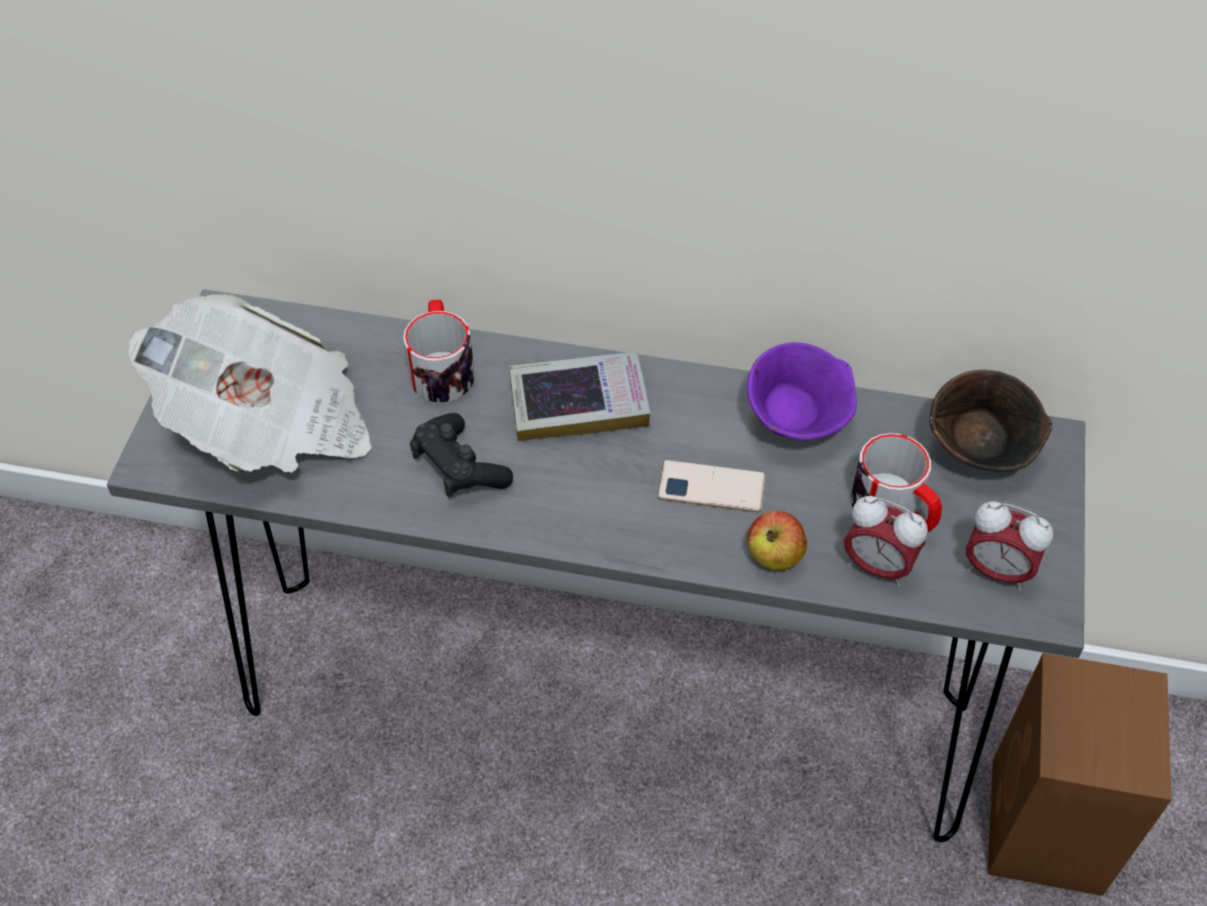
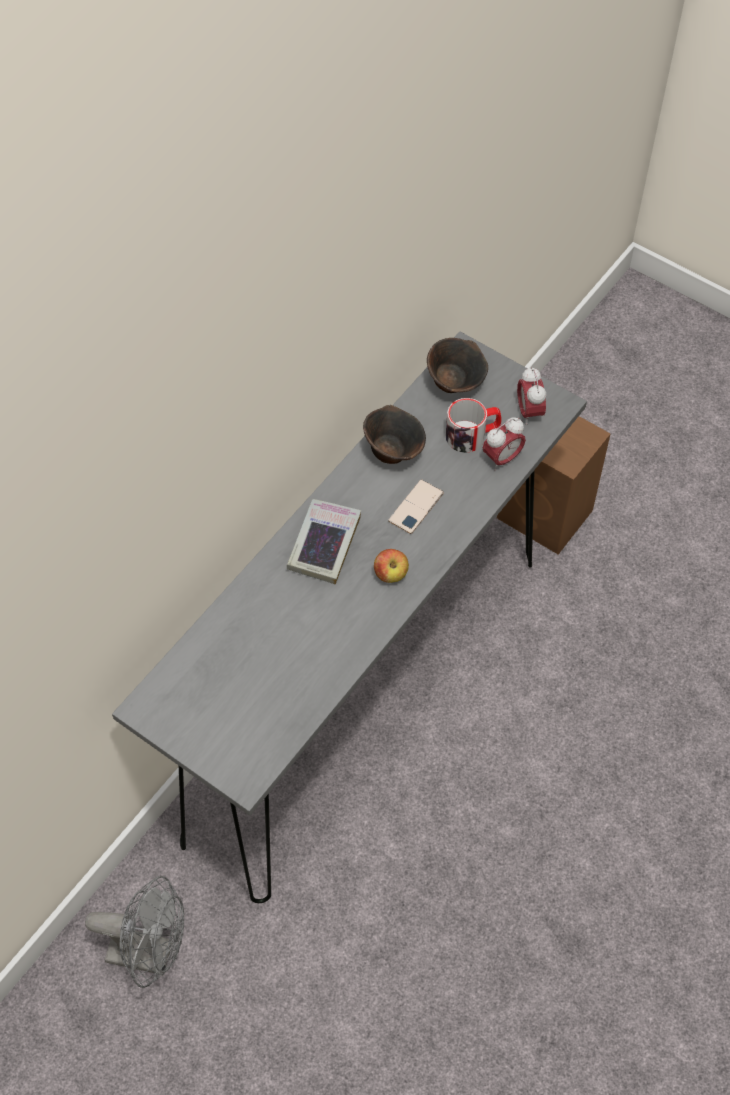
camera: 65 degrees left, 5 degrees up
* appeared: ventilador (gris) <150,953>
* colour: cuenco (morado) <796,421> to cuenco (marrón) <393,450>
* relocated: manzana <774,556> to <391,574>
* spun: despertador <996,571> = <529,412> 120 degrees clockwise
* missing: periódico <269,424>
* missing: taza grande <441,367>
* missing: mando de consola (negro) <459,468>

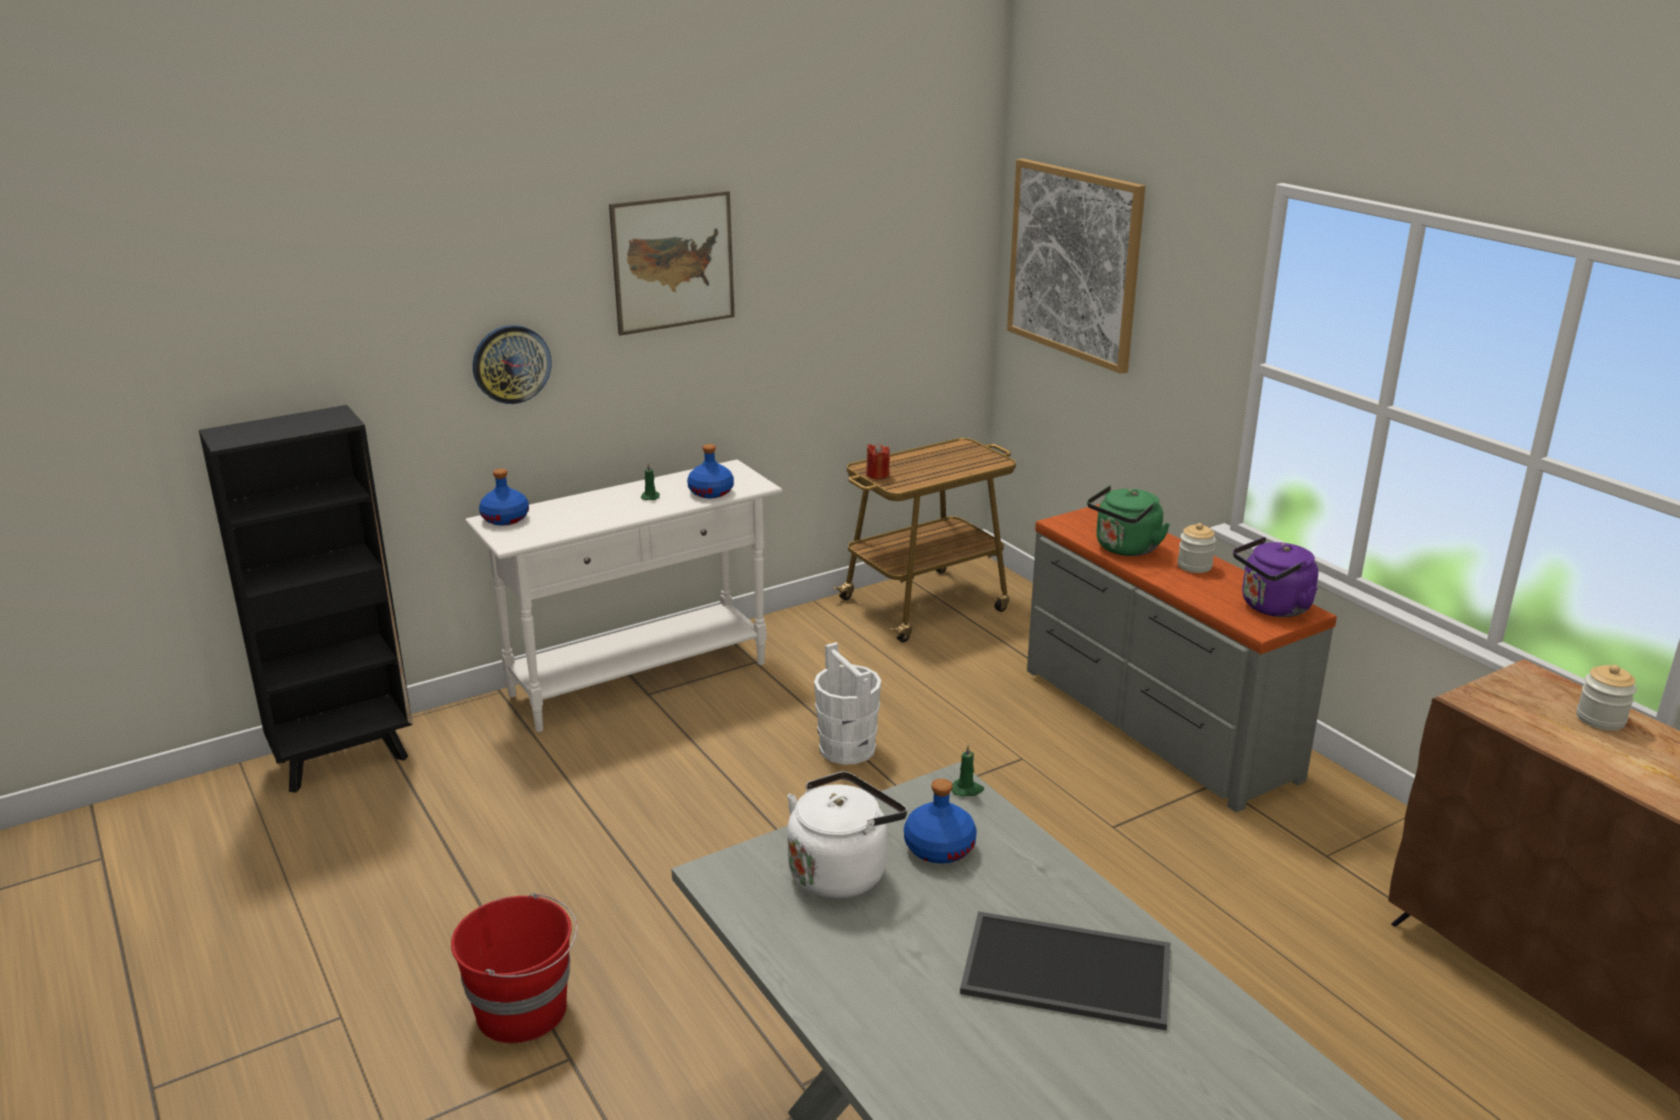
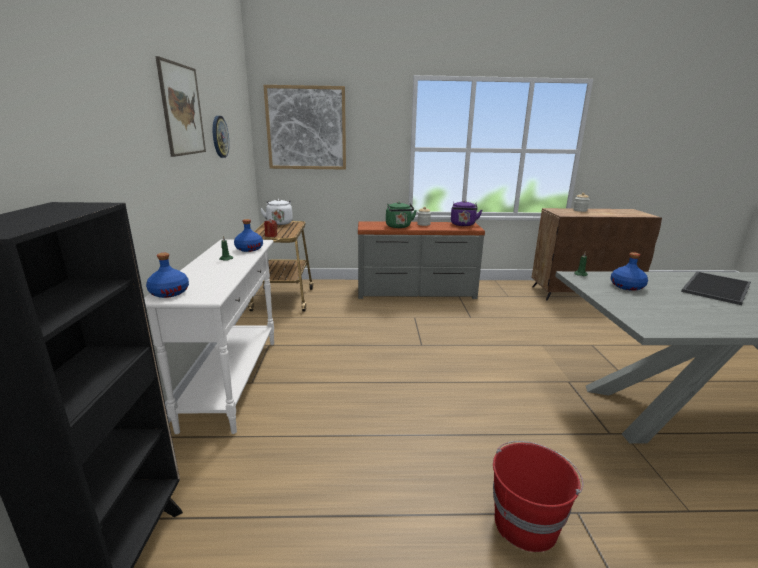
camera: 60 degrees left, 5 degrees down
* relocated: reloj de pared <511,364> to <219,137>
* relocated: hervidor (blanco) <841,871> to <279,223>
* missing: cubo (blanco) <847,749>

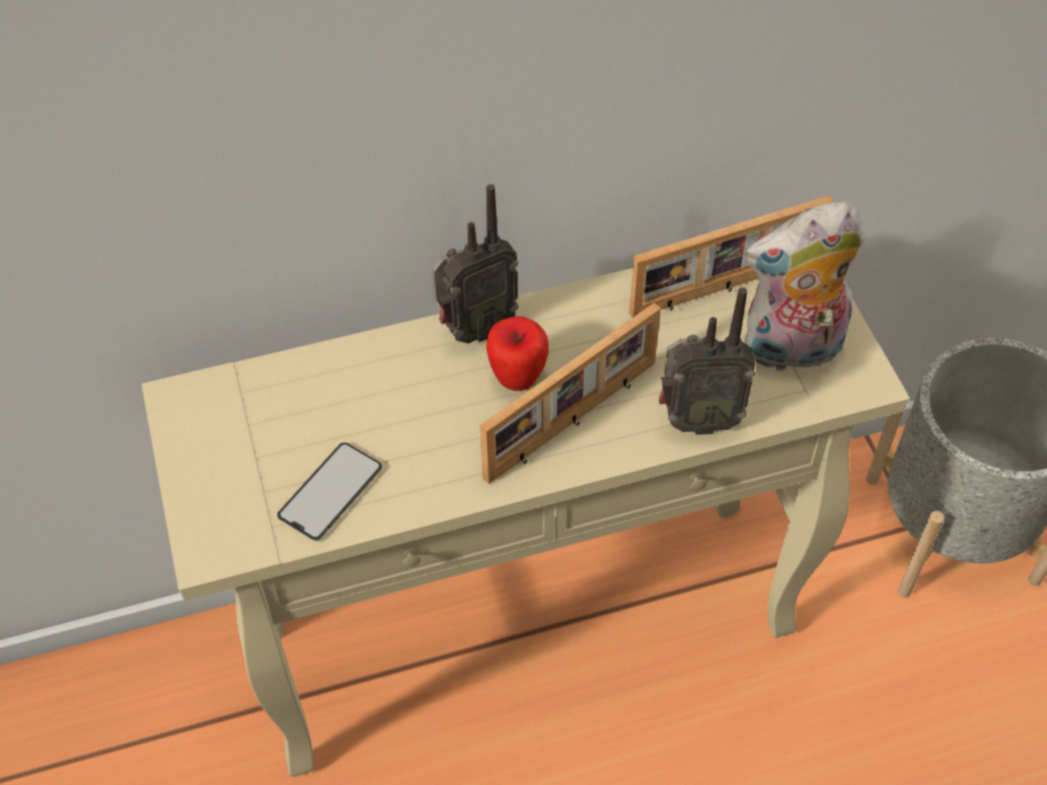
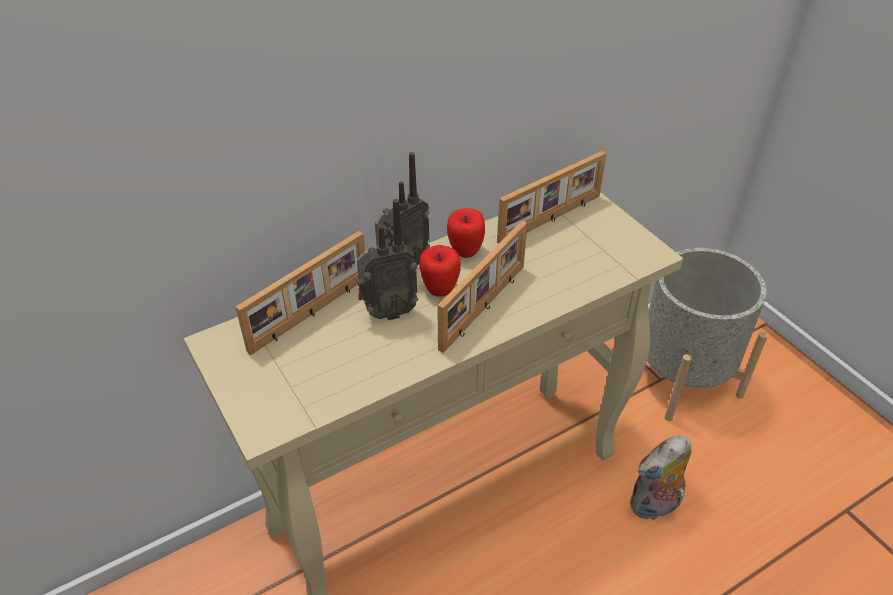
camera: 15 degrees left, 10 degrees down
* appeared: portarretratos <311,314>
* relocated: radio <697,420> to <387,312>
* appeared: manzana <465,251>
* relocated: peluche <791,350> to <654,506>
* missing: móvil <330,492>

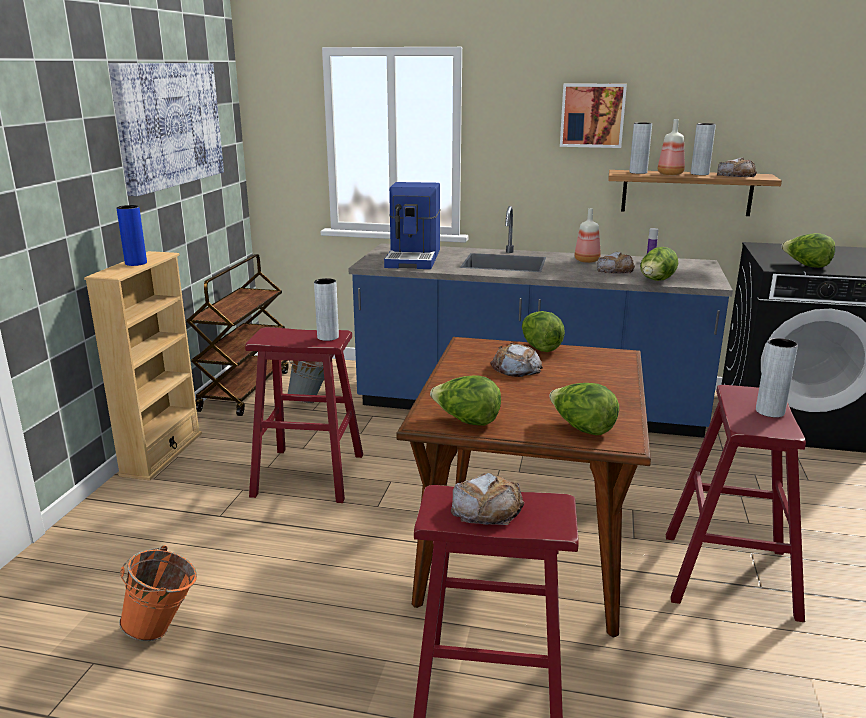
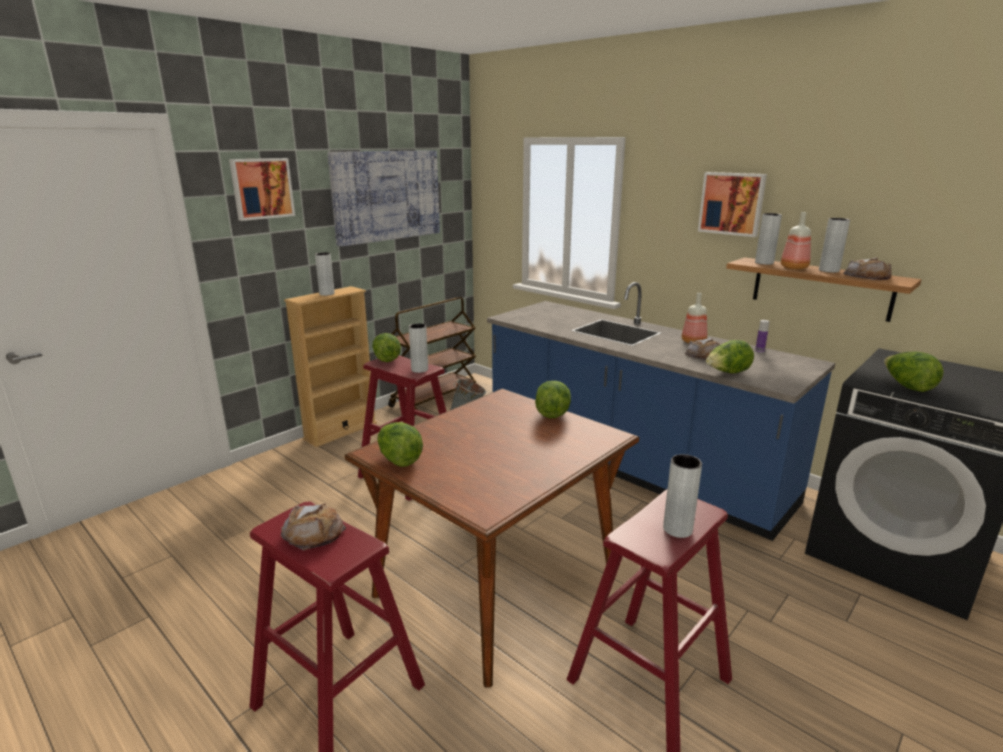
camera: 30 degrees right, 0 degrees up
* appeared: cuadro <261,188>
* colour: florero (azul) <136,263> to florero (gris) <327,294>
* relocated: lechuga <582,428> to <387,359>
* missing: cubo (naranja) <164,628>
* missing: cafetera <414,258>
* missing: pan <516,368>

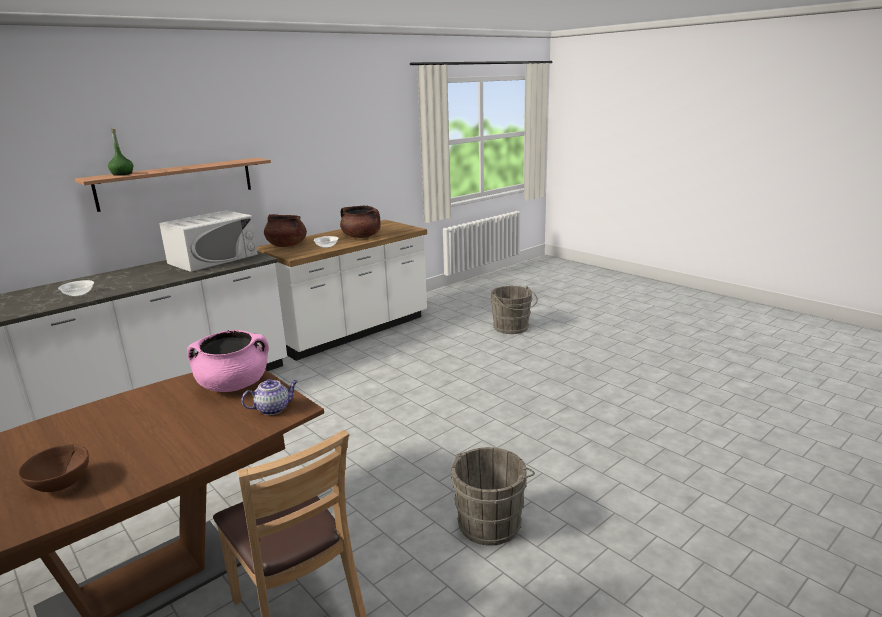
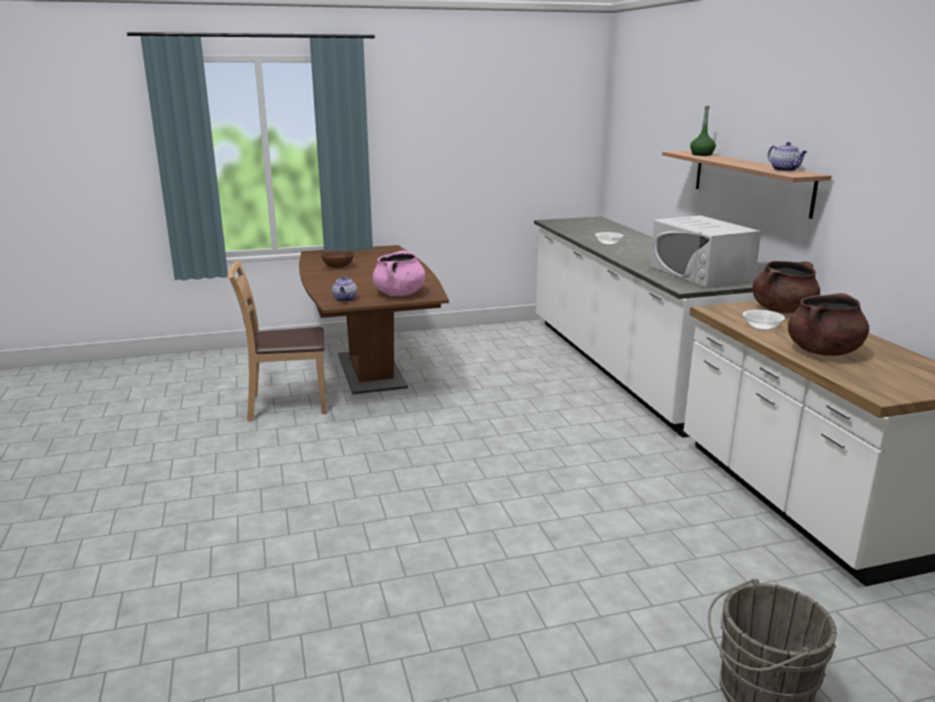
camera: 115 degrees right, 0 degrees up
* appeared: tetera <785,170>
* missing: cubo (gris) <491,521>

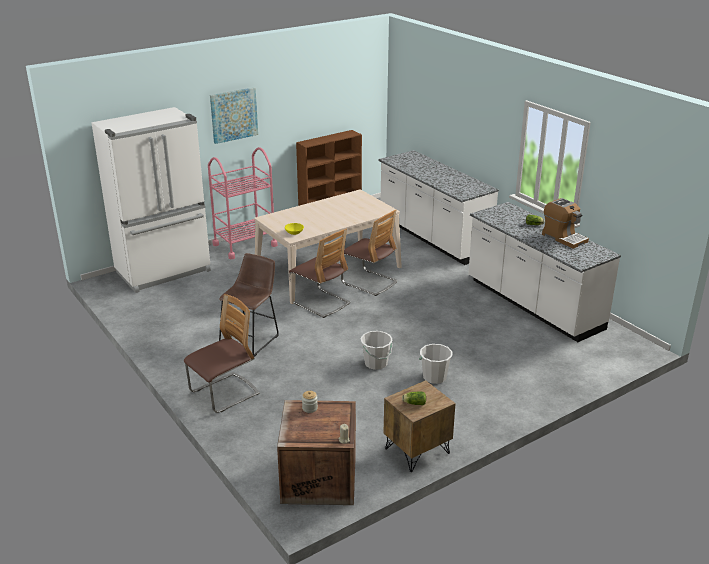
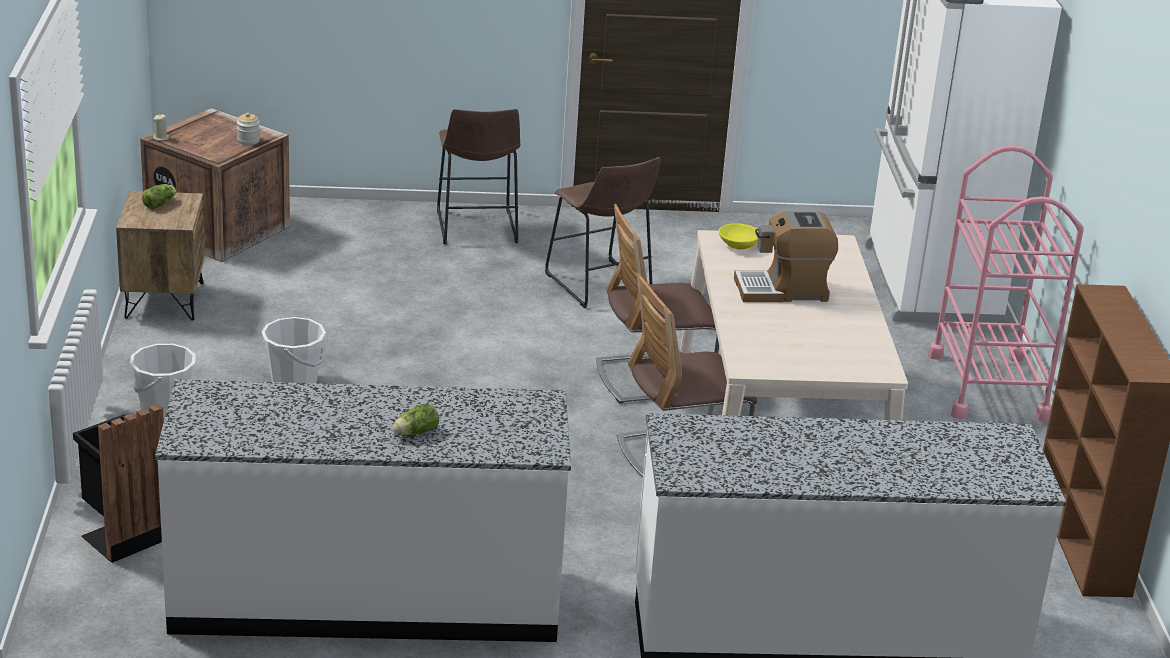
camera: 120 degrees right, 0 degrees up
* appeared: papelera (negro) <122,535>
* relocated: cubo (blanco) <376,363> to <165,410>
* exchanged: silla <224,394> to taburete (marrón) <476,229>
* relocated: cafetera <563,238> to <783,290>
* missing: cuadro <234,115>

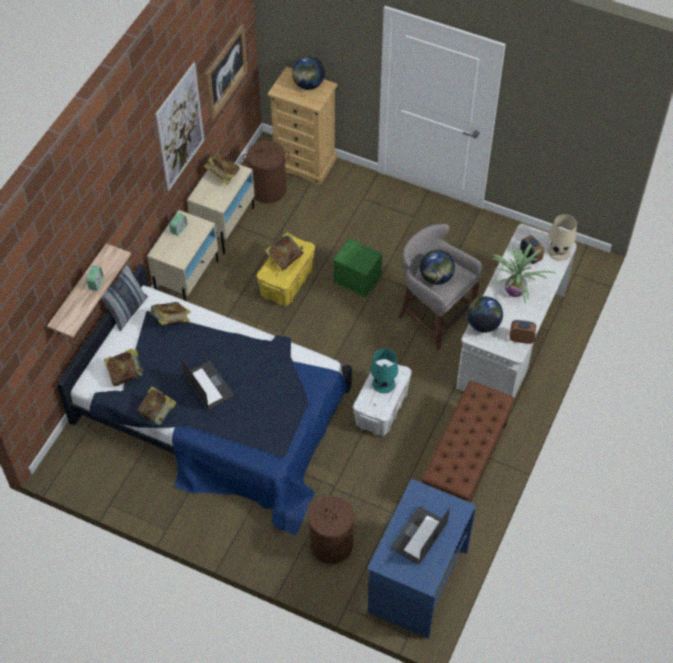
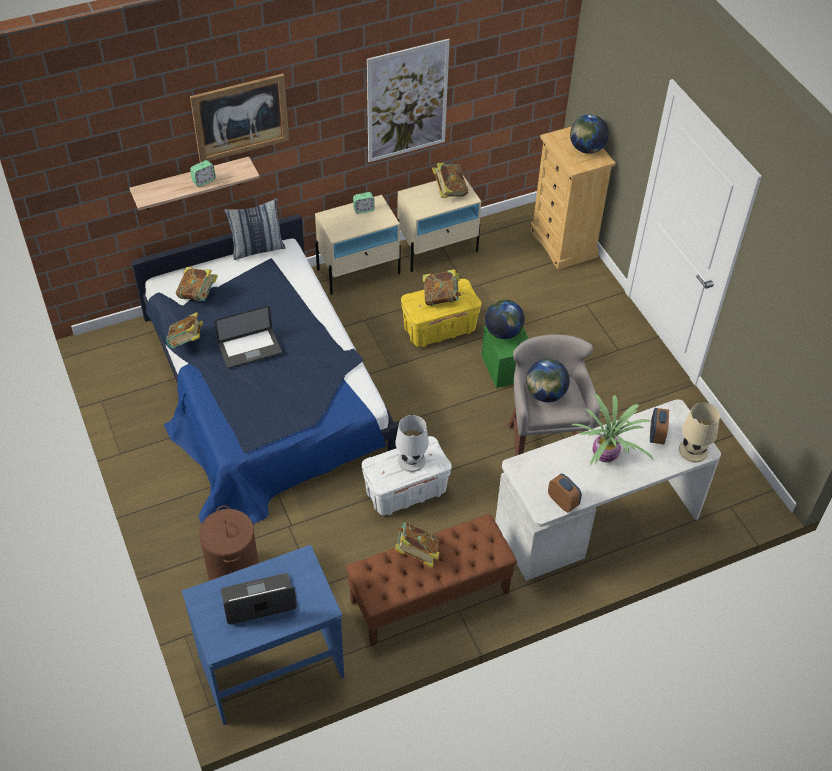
camera: 40 degrees right, 5 degrees down
* relocated: cuadro <226,72> to <240,118>
* spun: portátil <209,386> = <250,349> 60 degrees clockwise
* colour: lámpara de mesa (turquesa) <383,383> to lámpara de mesa (blanco) <411,460>
* relocated: libro <171,321> to <417,553>
* relocated: globo terráqueo <483,324> to <503,332>
* missing: cesto de la ropa (marrón) <268,189>

